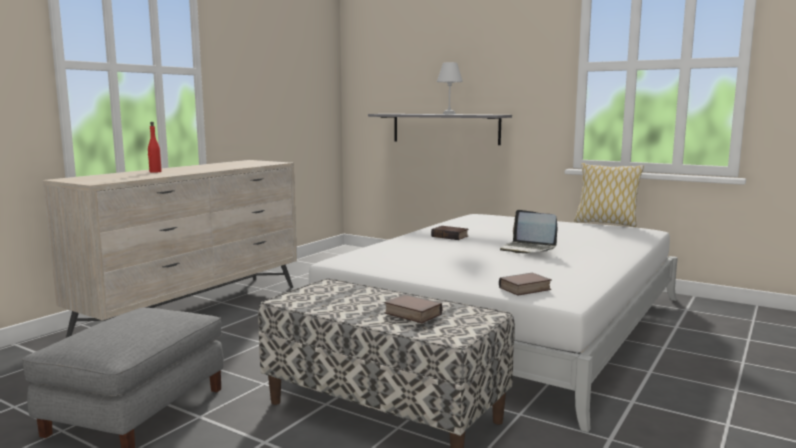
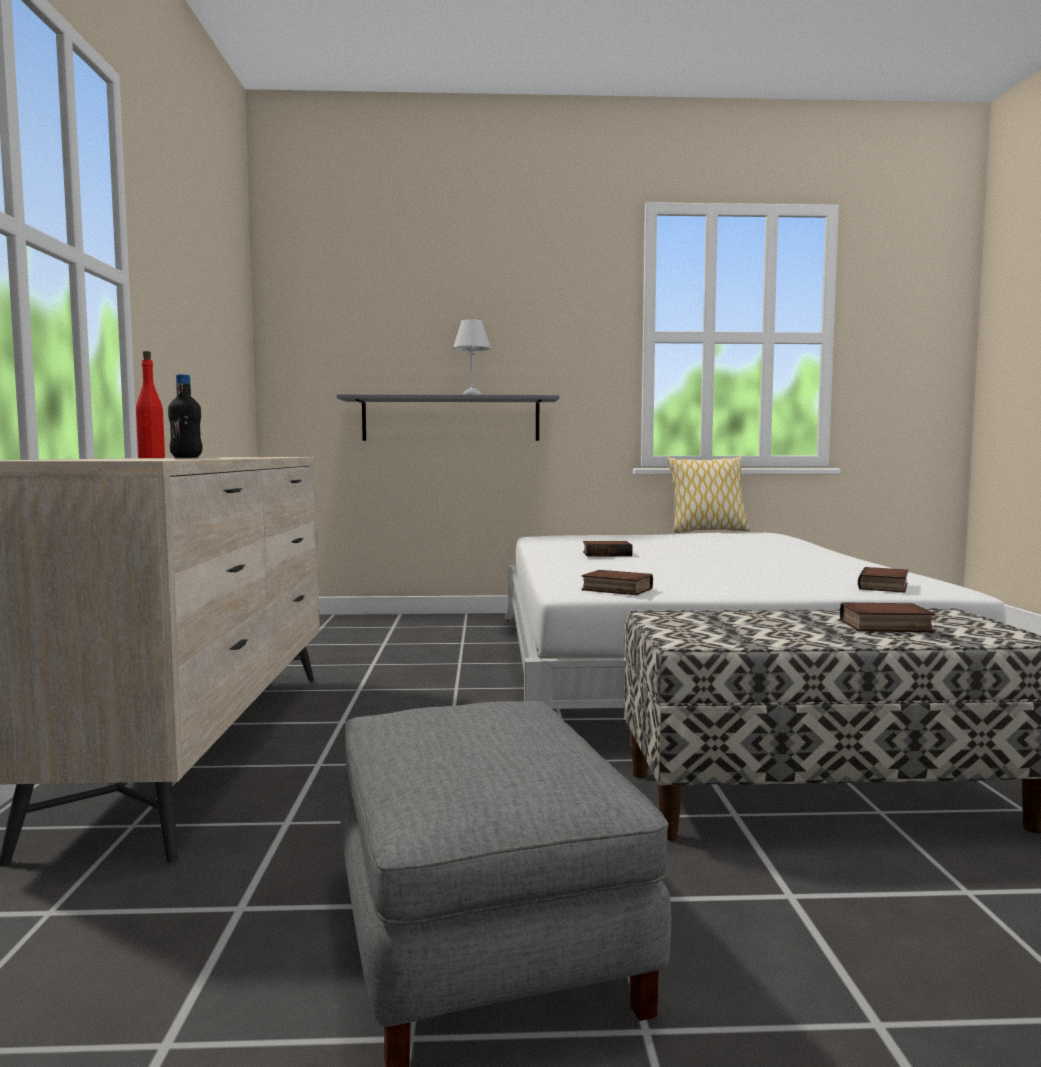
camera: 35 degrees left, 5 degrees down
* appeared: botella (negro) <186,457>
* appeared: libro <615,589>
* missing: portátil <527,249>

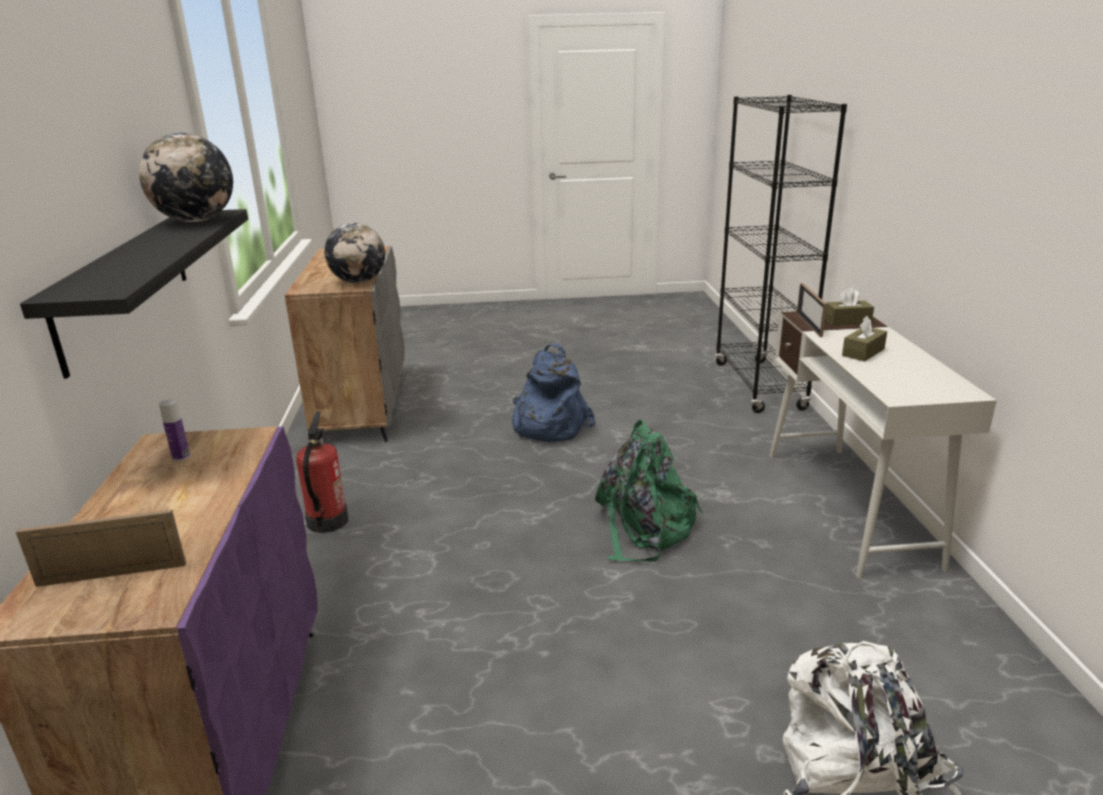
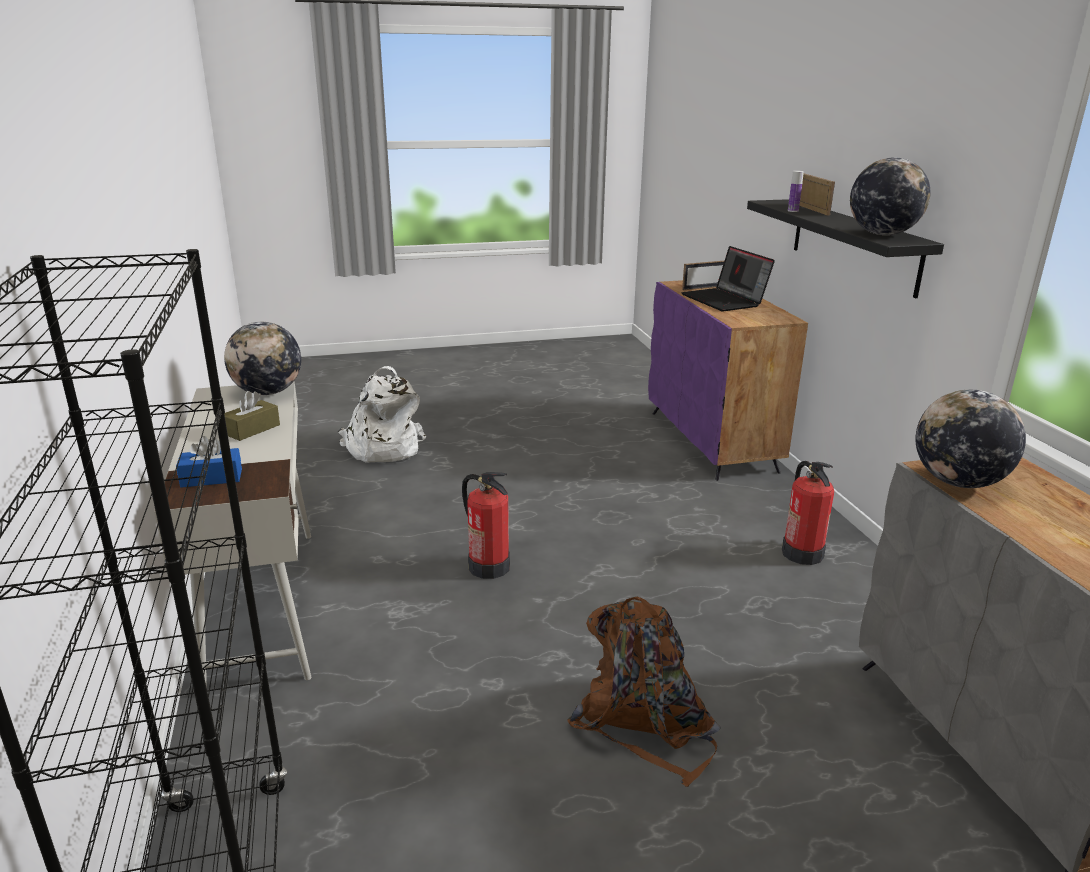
camera: 170 degrees right, 0 degrees up
* colour: caja de pañuelos (marrón) <847,321> to caja de pañuelos (azul) <211,478>
* appeared: globo terráqueo <268,392>
* exchanged: mochila (verde) <644,528> to extintor <488,566>
* colour: mochila (azul) <547,426> to mochila (marrón) <645,722>
* appeared: portátil <725,300>
* relocated: botella <181,457> to <793,211>
* relocated: portarretratos <809,324> to <812,209>

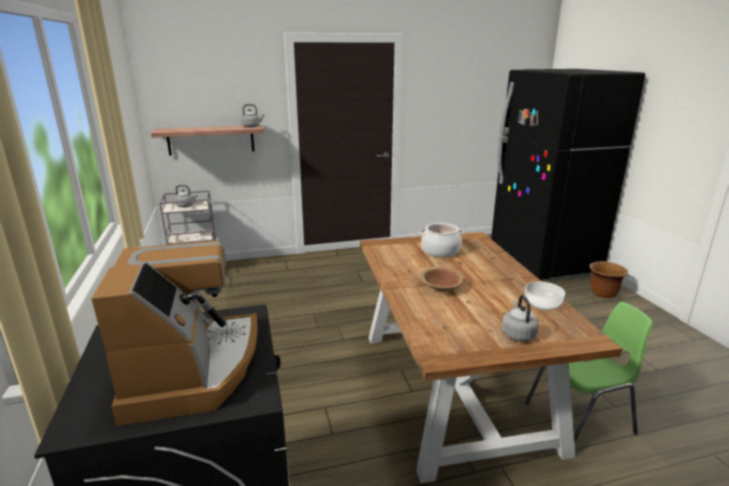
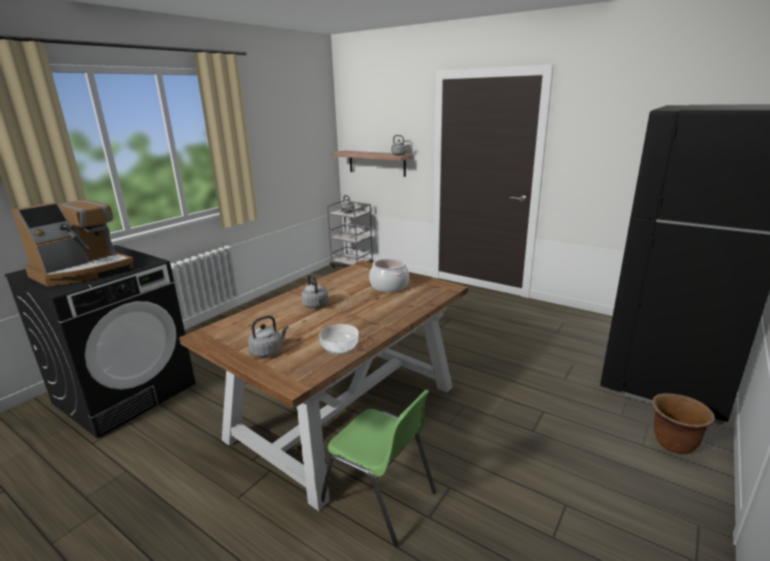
camera: 50 degrees right, 0 degrees up
* exchanged: cuenco (marrón) <440,288> to hervidor (gris) <316,305>

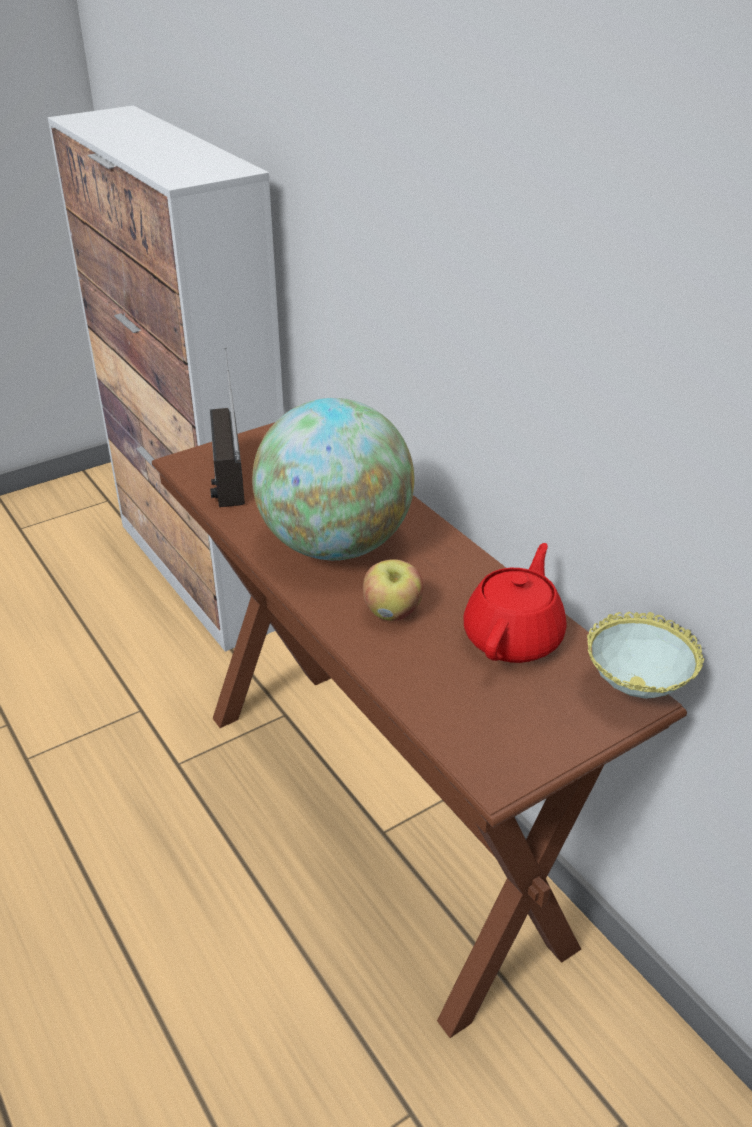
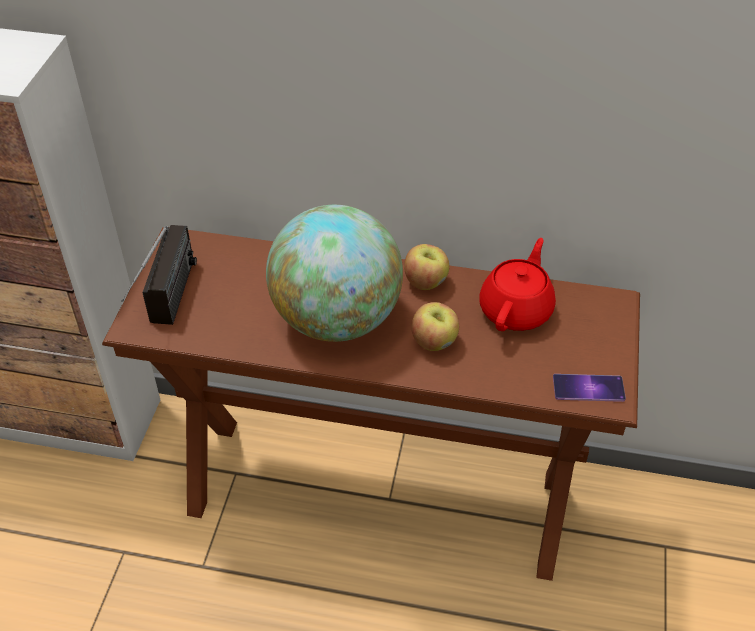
camera: 45 degrees left, 10 degrees up
* spun: radio <224,464> = <169,309> 120 degrees counterclockwise
* appeared: manzana <425,282>
* spun: tetera (rojo) <514,637> = <516,309> 45 degrees clockwise
* appeared: móvil <588,388>
* missing: cuenco <635,692>

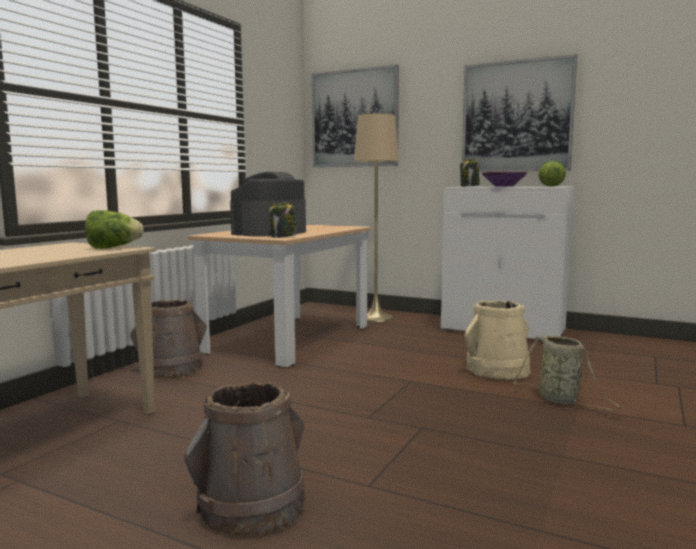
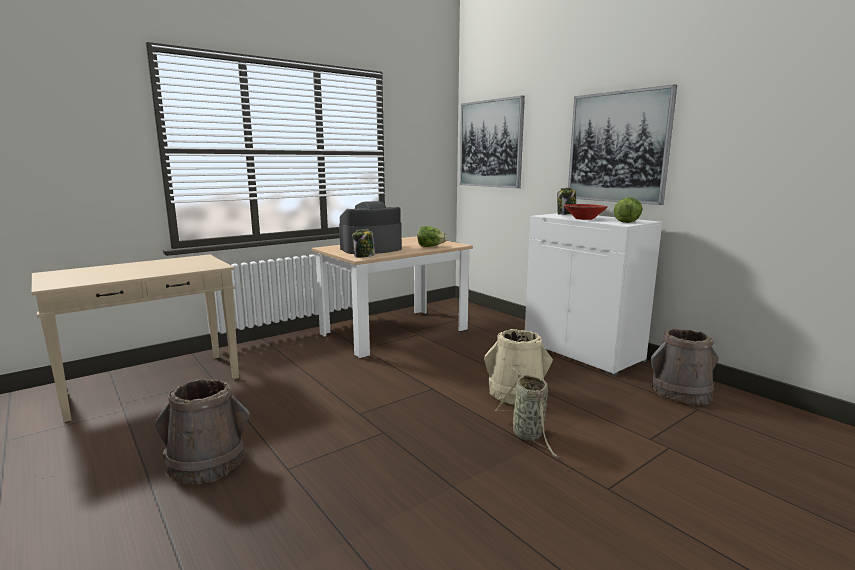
camera: 25 degrees right, 5 degrees up
* relocated: lechuga <113,248> to <430,246>
* colour: cuenco (morado) <503,186> to cuenco (rojo) <584,219>
* relocated: cubo (marrón) <171,369> to <681,392>
* missing: lámpara de pie (beis) <375,318>

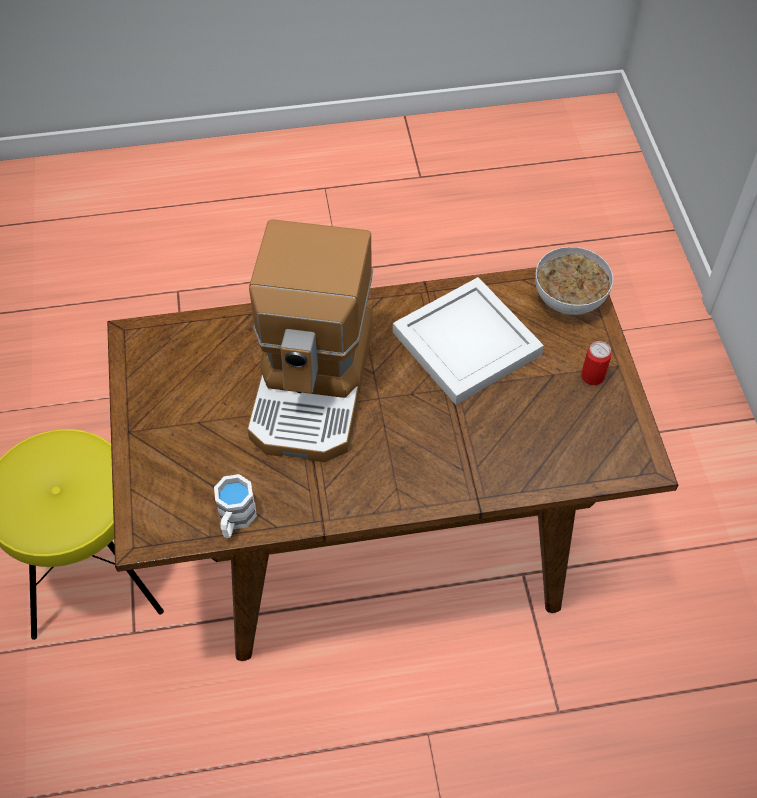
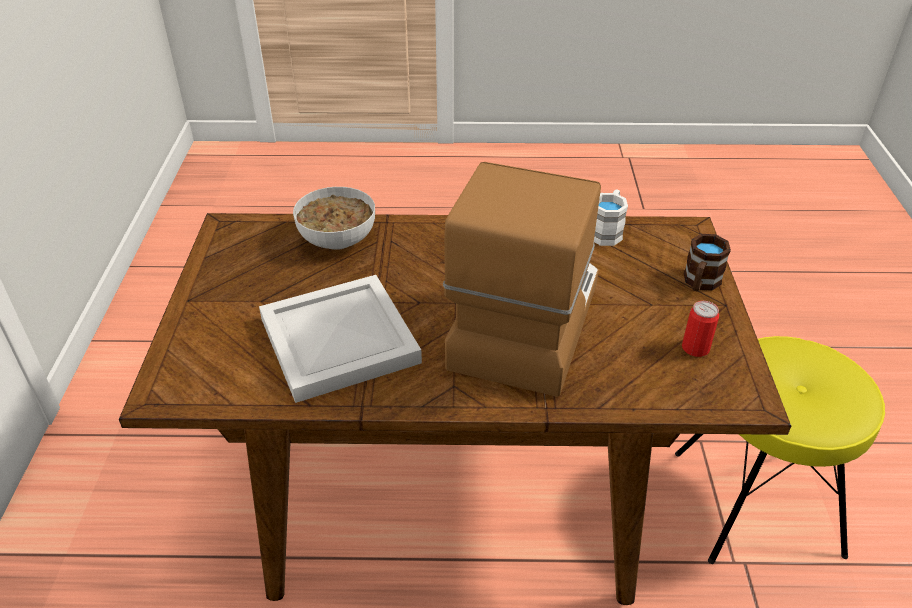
camera: 170 degrees left, 15 degrees down
* relocated: cuenco <569,297> to <336,240>
* relocated: lata <592,376> to <695,348>
* appeared: taza grande (marrón) <700,283>

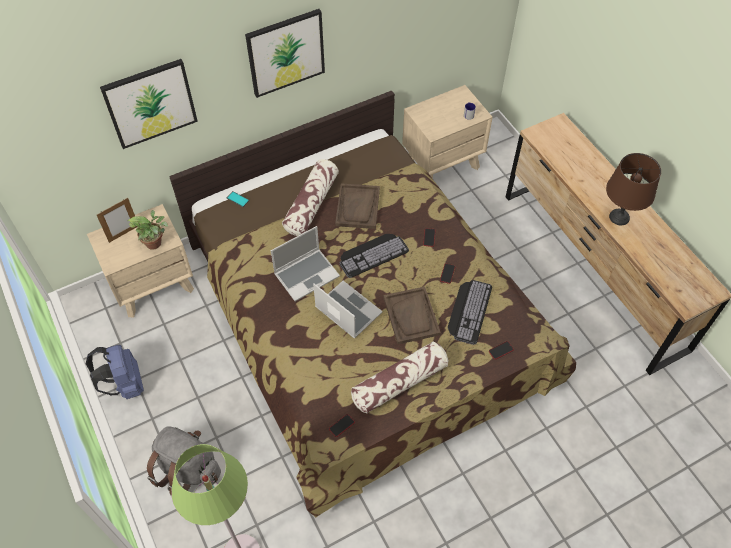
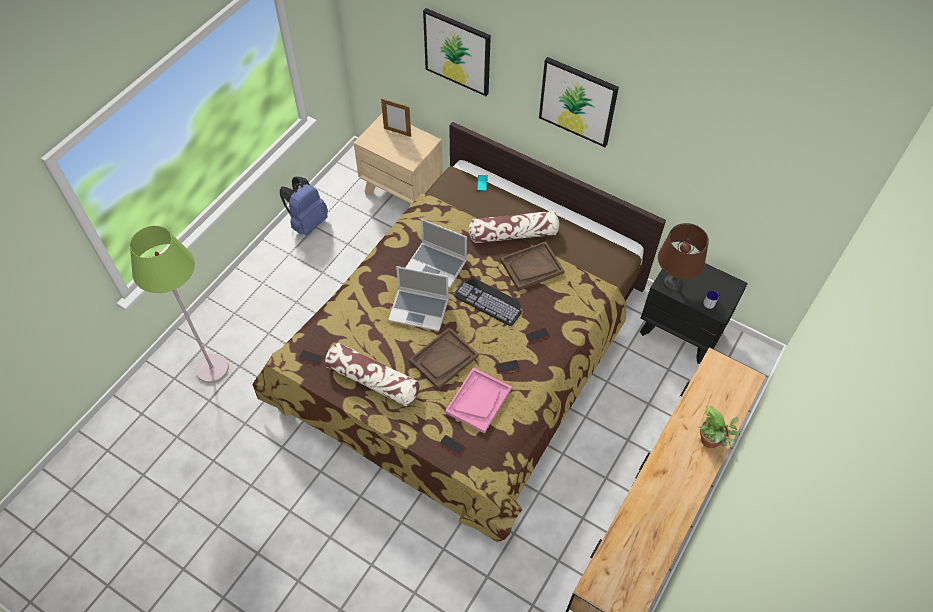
camera: 60 degrees right, 0 degrees up
* spun: portátil <347,310> = <420,310> 90 degrees clockwise
* exchanged: teclado <468,310> to bandeja (rosa) <478,400>
* colour: mesita de noche (beis) <442,163> to mesita de noche (negro) <681,330>
* relocated: lámpara de mesa (marrón) <619,216> to <673,283>
* relocated: planta en maceta <156,243> to <711,442>
* missing: mochila (gris) <188,469>

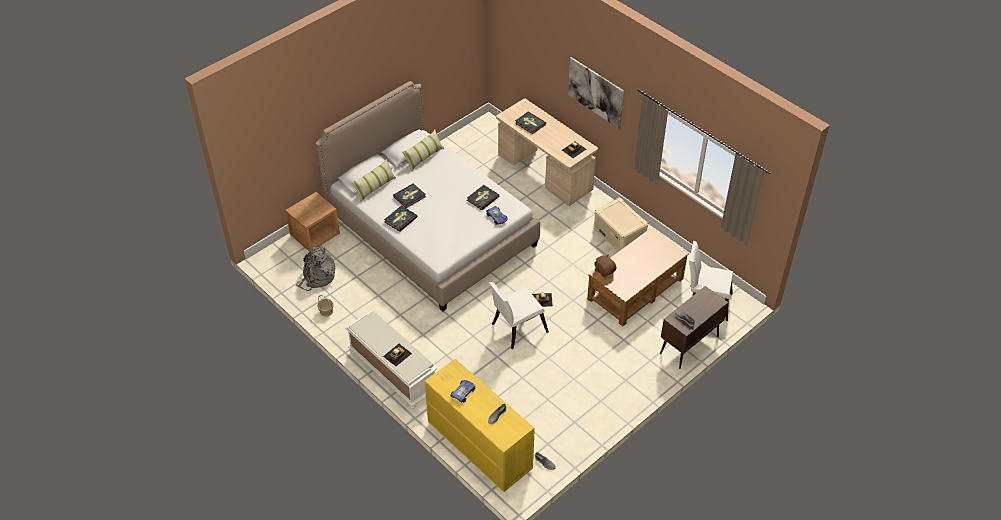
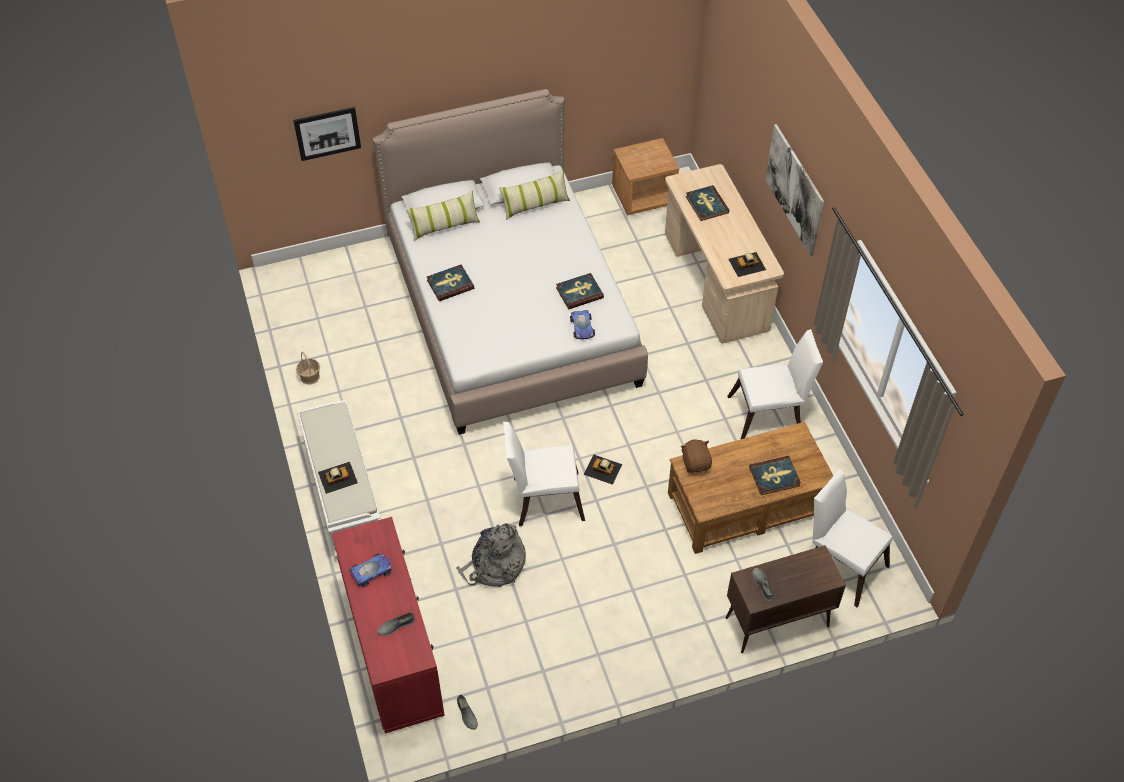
camera: 25 degrees right, 5 degrees up
* appeared: cuadro <327,133>
* colour: cómoda (amarillo) <479,445> to cómoda (rojo) <393,650>
* relocated: mochila (gris) <317,277> to <494,566>
* relocated: mesita de noche (marrón) <315,235> to <644,196>
* exchanged: caja de almacenaje (beis) <619,235> to silla (blanco) <770,414>
* relocated: libro <409,197> to <774,477>

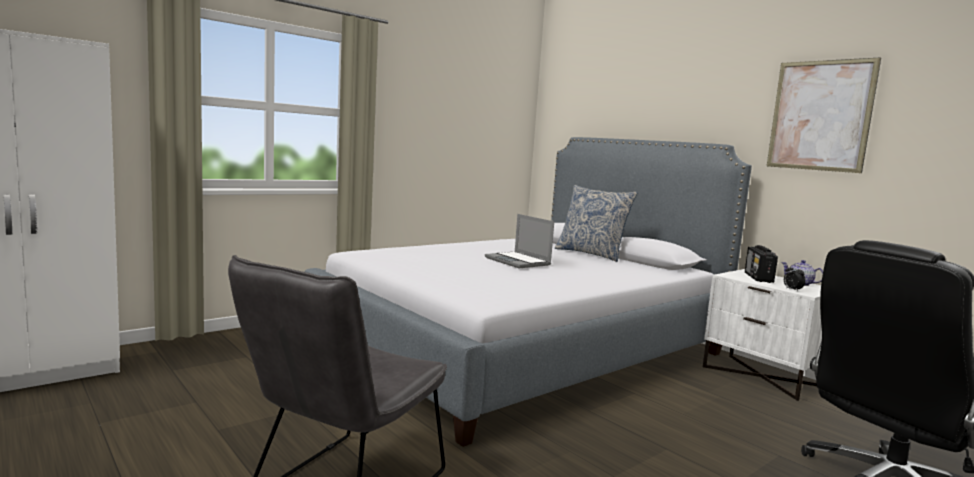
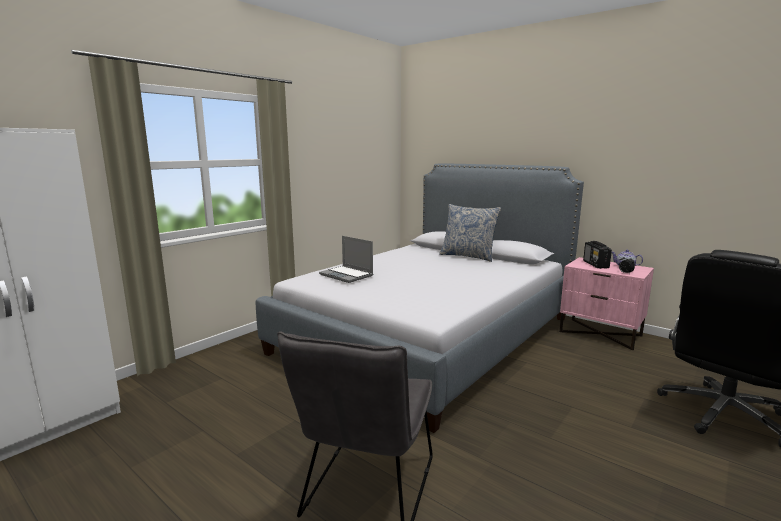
camera: 10 degrees left, 5 degrees up
* relocated: portátil <518,261> to <347,275>
* colour: mesita de noche (blanco) <762,376> to mesita de noche (rosa) <600,333>
* missing: cuadro <820,115>

